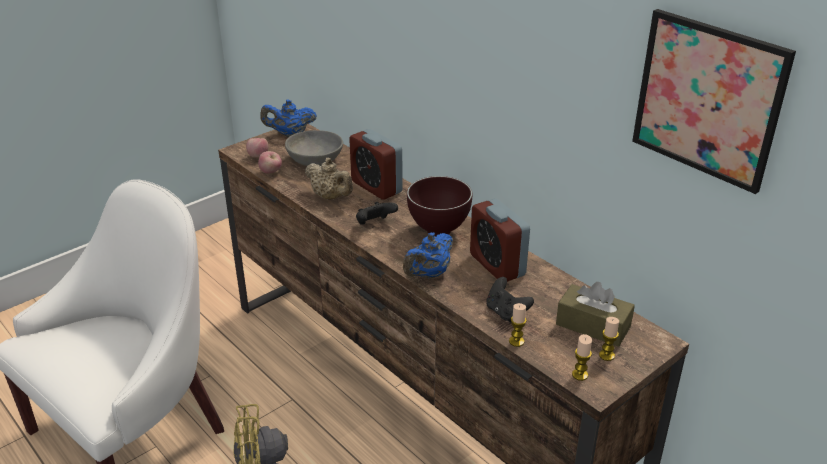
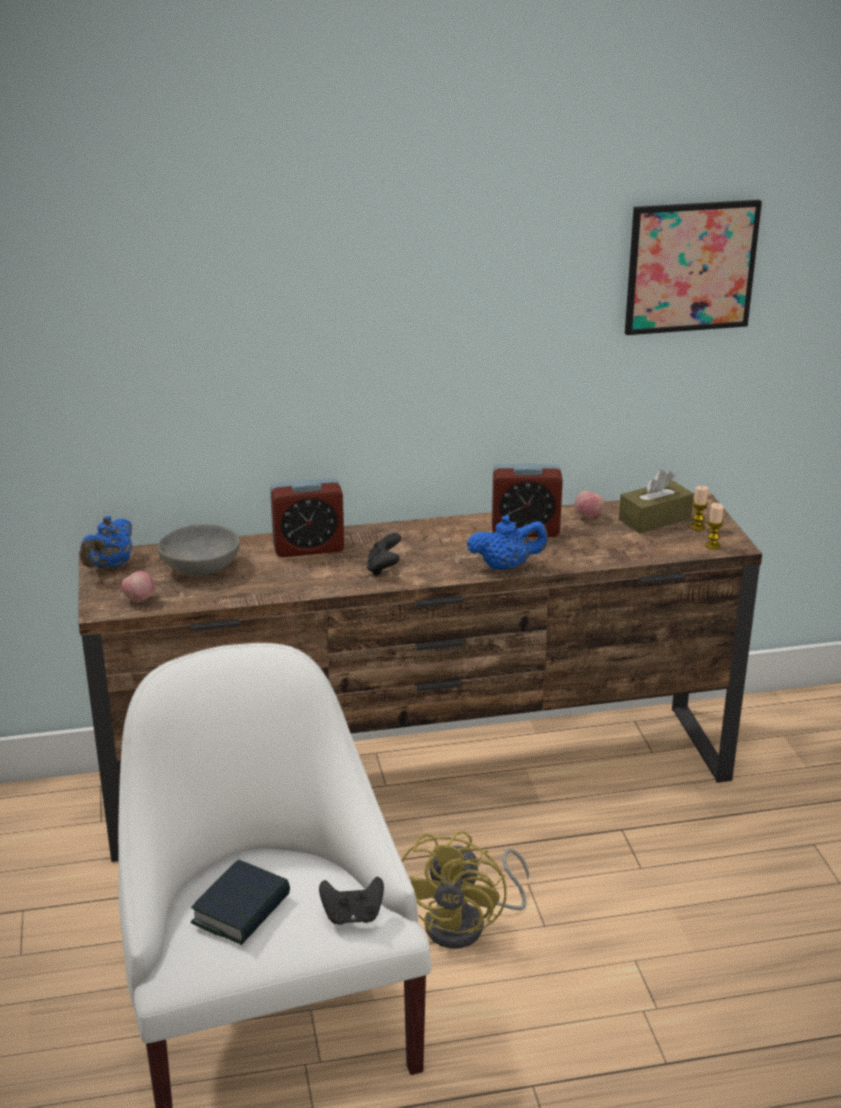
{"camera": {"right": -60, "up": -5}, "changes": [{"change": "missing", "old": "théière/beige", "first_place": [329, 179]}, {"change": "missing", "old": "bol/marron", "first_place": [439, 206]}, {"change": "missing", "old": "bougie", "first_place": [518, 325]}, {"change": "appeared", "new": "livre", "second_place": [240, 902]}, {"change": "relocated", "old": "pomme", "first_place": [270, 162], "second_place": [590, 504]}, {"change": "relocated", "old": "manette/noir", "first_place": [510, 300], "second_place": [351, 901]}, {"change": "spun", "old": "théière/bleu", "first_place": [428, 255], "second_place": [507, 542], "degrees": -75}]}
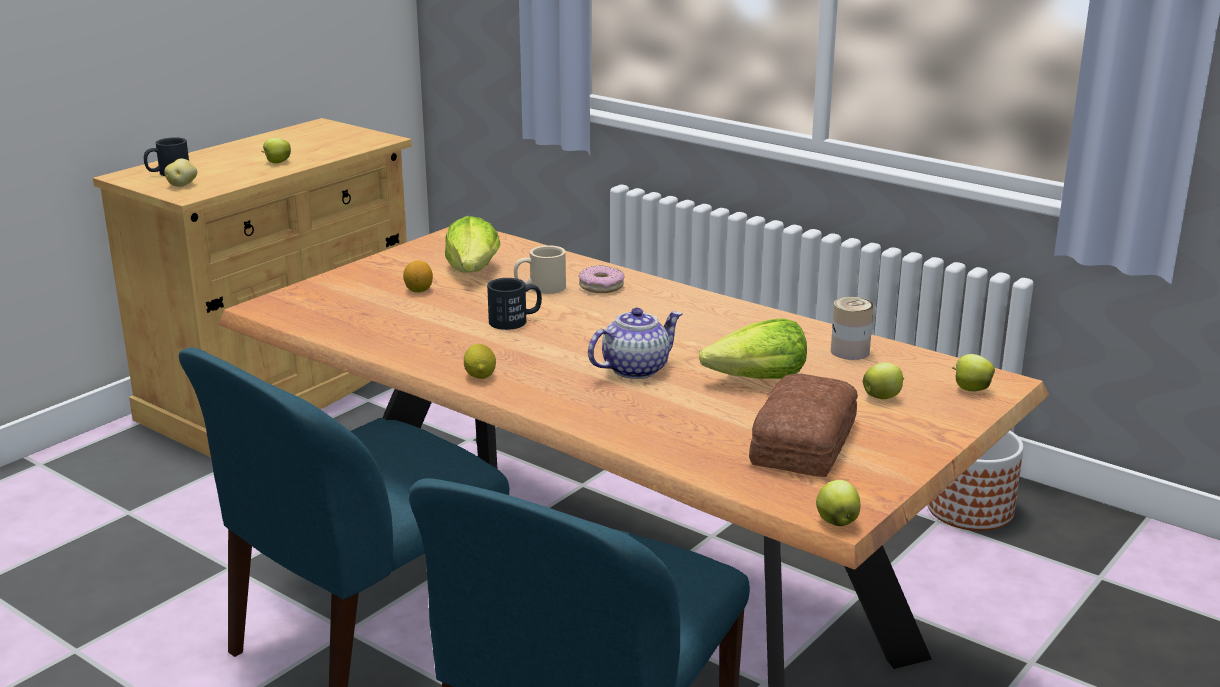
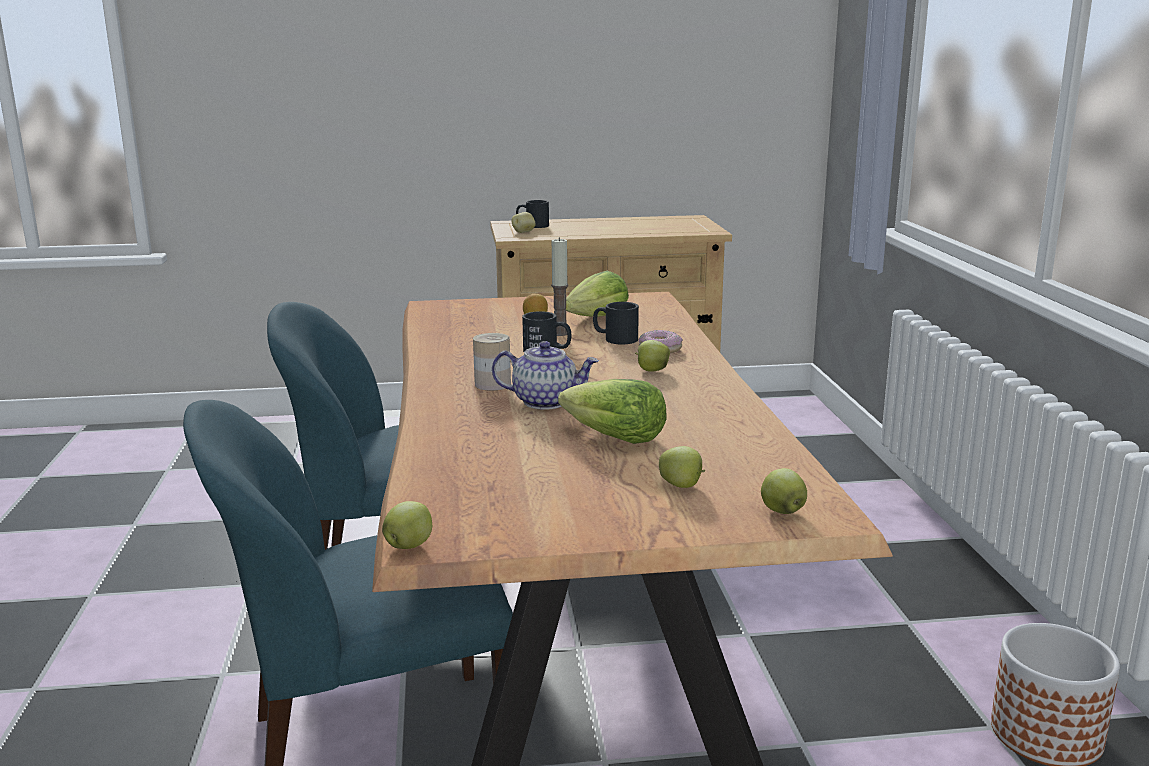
{"camera": {"right": 45, "up": -5}, "changes": [{"change": "missing", "old": "citron", "first_place": [480, 361]}, {"change": "missing", "old": "pain", "first_place": [803, 425]}, {"change": "appeared", "new": "bougie", "second_place": [559, 286]}, {"change": "relocated", "old": "pomme", "first_place": [276, 150], "second_place": [652, 356]}, {"change": "relocated", "old": "boîte métallique", "first_place": [852, 328], "second_place": [492, 362]}, {"change": "colour", "old": "mug/beige", "new": "mug/noir", "first_place": [540, 269], "second_place": [616, 323]}]}
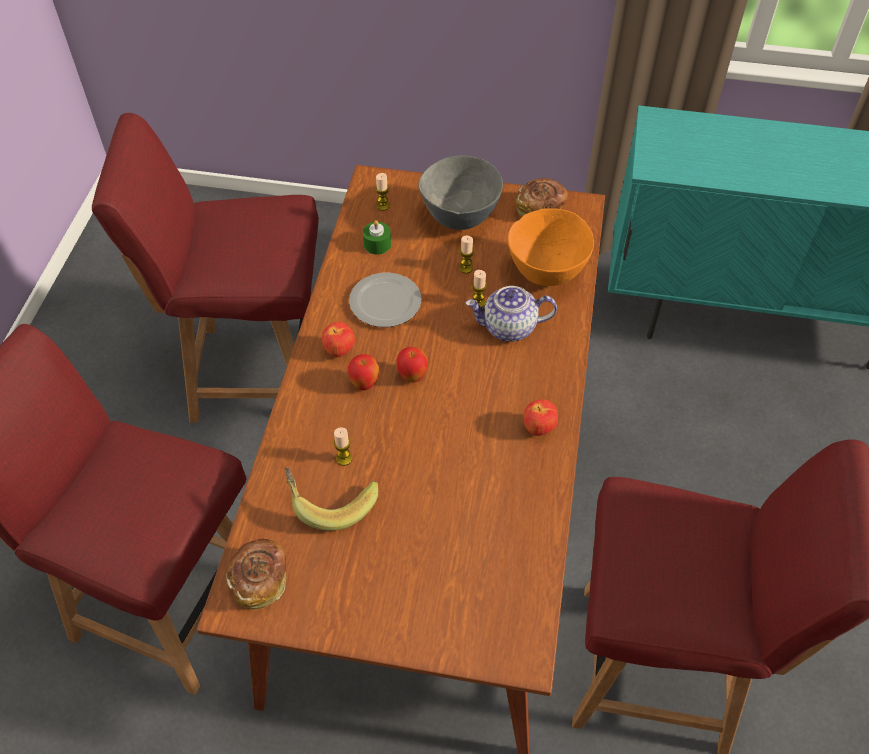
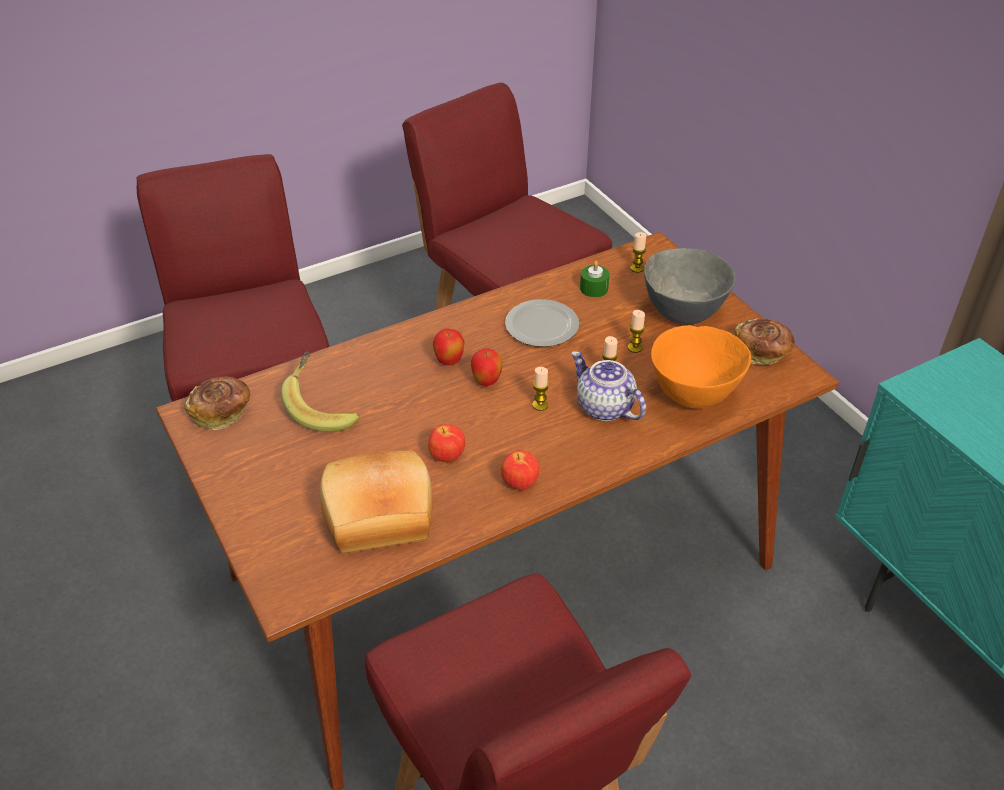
{"camera": {"right": 50, "up": -10}, "changes": [{"change": "appeared", "new": "pain", "second_place": [376, 502]}, {"change": "relocated", "old": "pomme", "first_place": [338, 339], "second_place": [446, 443]}, {"change": "relocated", "old": "bougie", "first_place": [343, 446], "second_place": [540, 389]}]}
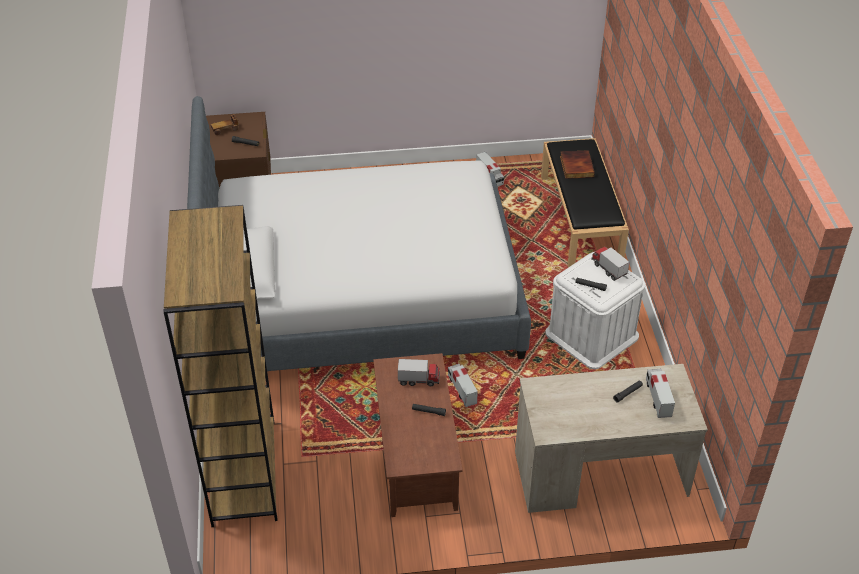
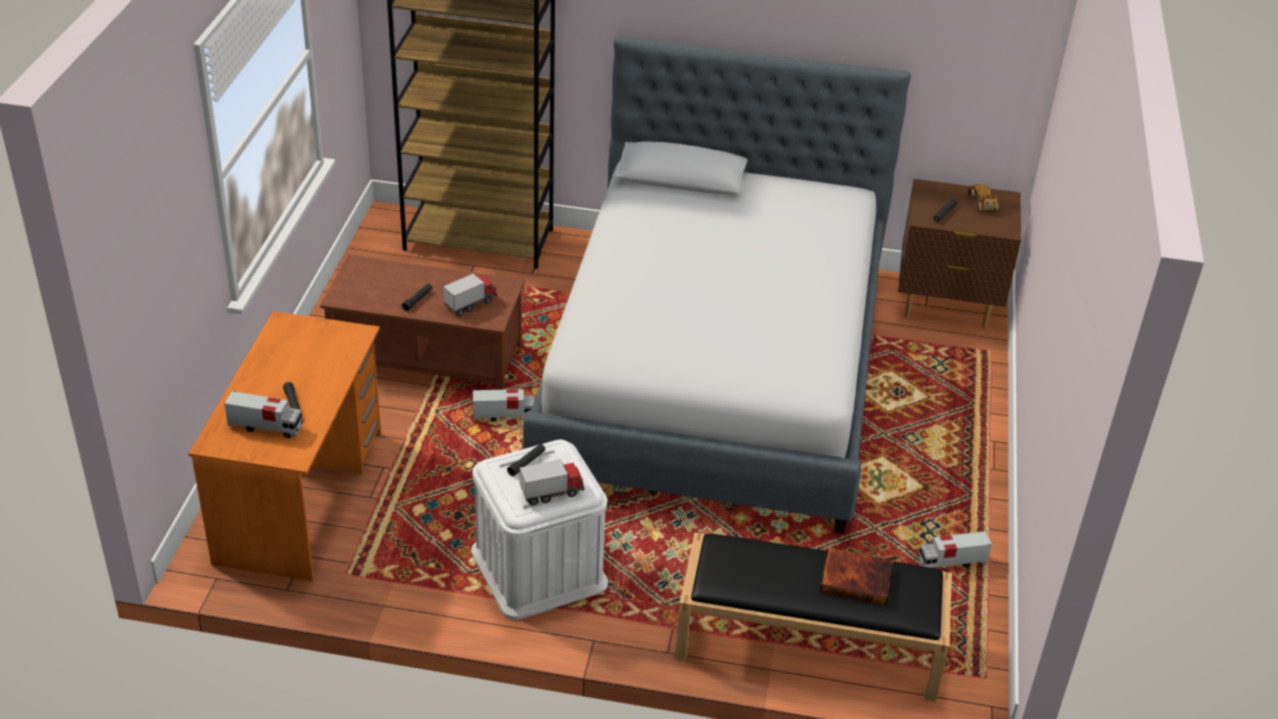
{"camera": {"right": 105, "up": -5}, "changes": [{"change": "colour", "old": "bureau/beige", "new": "bureau/orange", "first_place": [611, 438], "second_place": [284, 446]}, {"change": "spun", "old": "camion jouet", "first_place": [419, 372], "second_place": [470, 295], "degrees": -150}]}
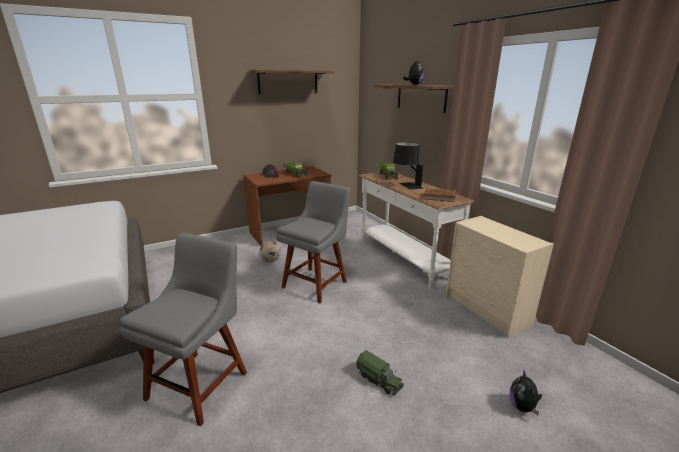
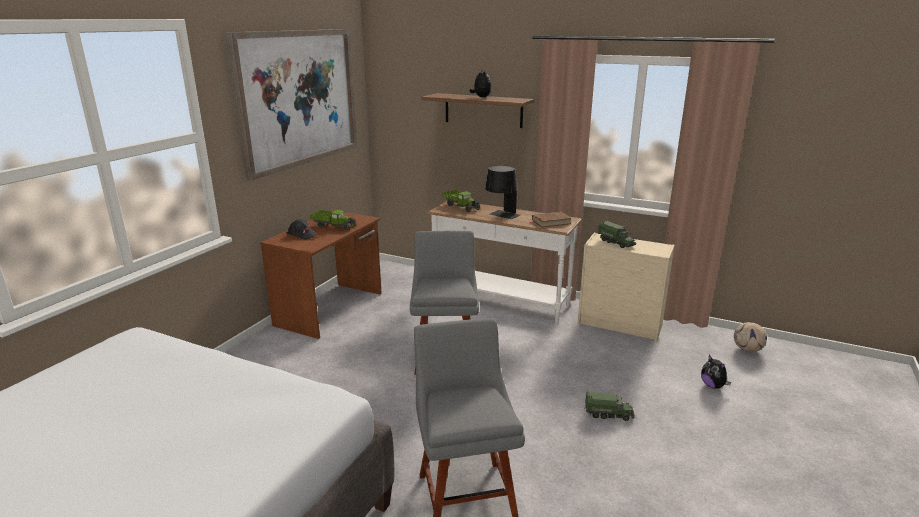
{"camera": {"right": -35, "up": 0}, "changes": [{"change": "appeared", "new": "camion jouet", "second_place": [617, 234]}, {"change": "relocated", "old": "ballon de foot", "first_place": [270, 251], "second_place": [750, 337]}, {"change": "exchanged", "old": "étagère", "new": "tableau", "first_place": [291, 82], "second_place": [290, 104]}]}
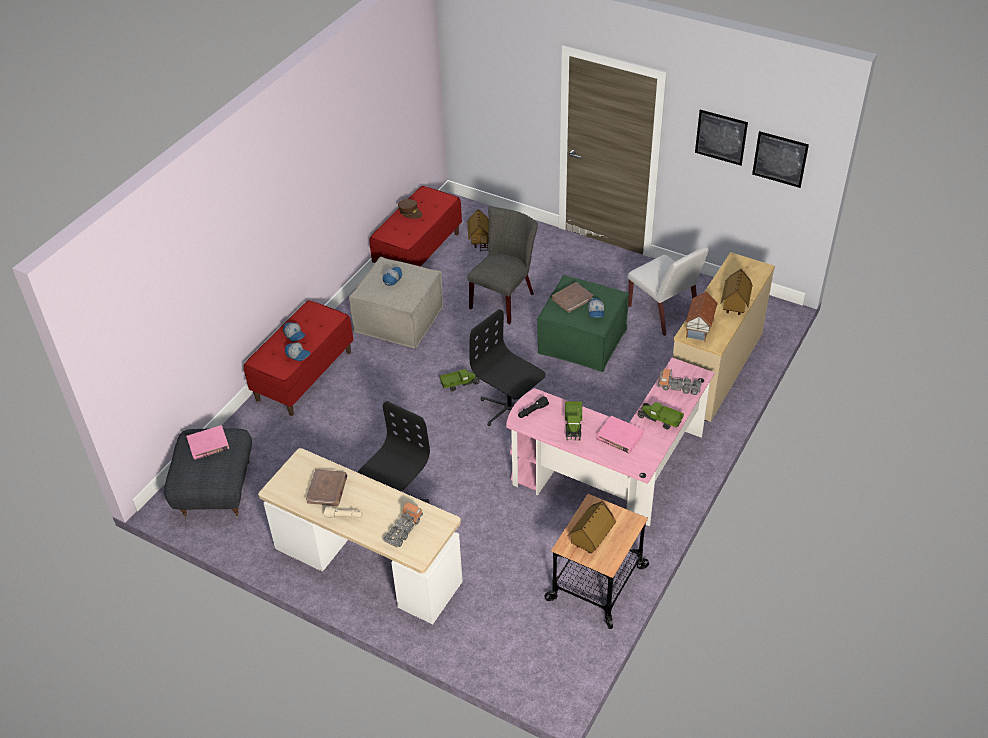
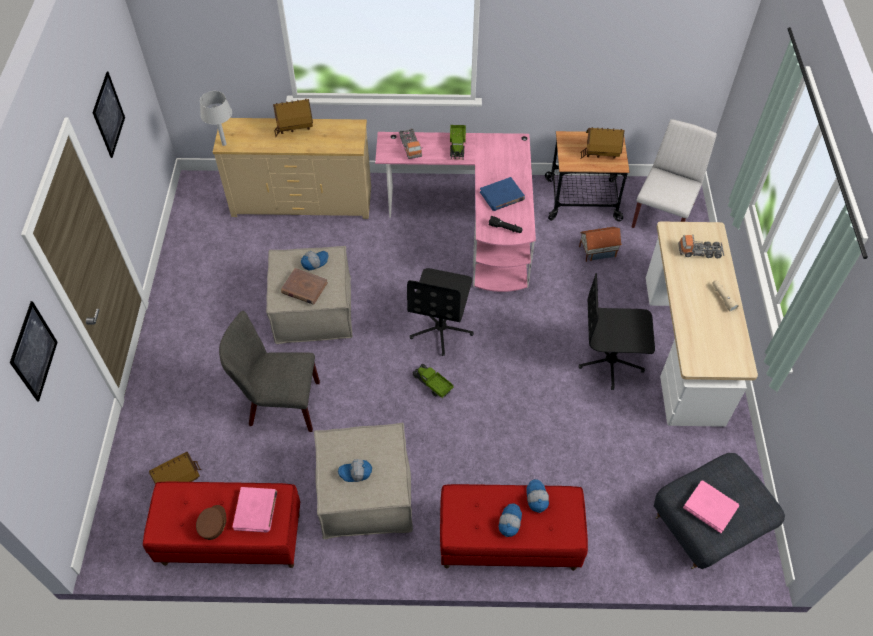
{"camera": {"right": -120, "up": 10}, "changes": [{"change": "missing", "old": "livre/marron", "first_place": [326, 487]}, {"change": "appeared", "new": "lampe de table/gris", "second_place": [216, 118]}, {"change": "relocated", "old": "livre/rose", "first_place": [620, 434], "second_place": [255, 510]}, {"change": "relocated", "old": "chaise/blanc", "first_place": [668, 291], "second_place": [674, 173]}, {"change": "relocated", "old": "maison miniature", "first_place": [701, 316], "second_place": [600, 244]}, {"change": "relocated", "old": "tableau", "first_place": [780, 159], "second_place": [33, 351]}, {"change": "exchanged", "old": "camion jouet", "new": "livre/bleu", "first_place": [574, 420], "second_place": [502, 194]}, {"change": "colour", "old": "pouf/vert", "new": "pouf/beige", "first_place": [583, 323], "second_place": [309, 295]}]}
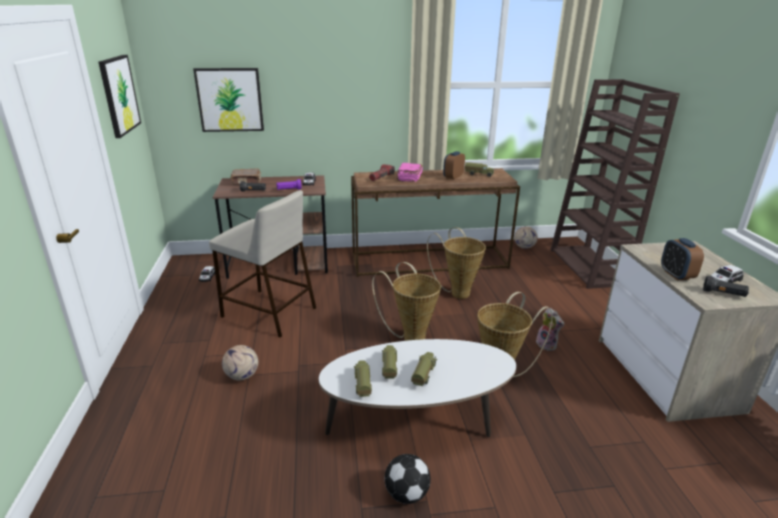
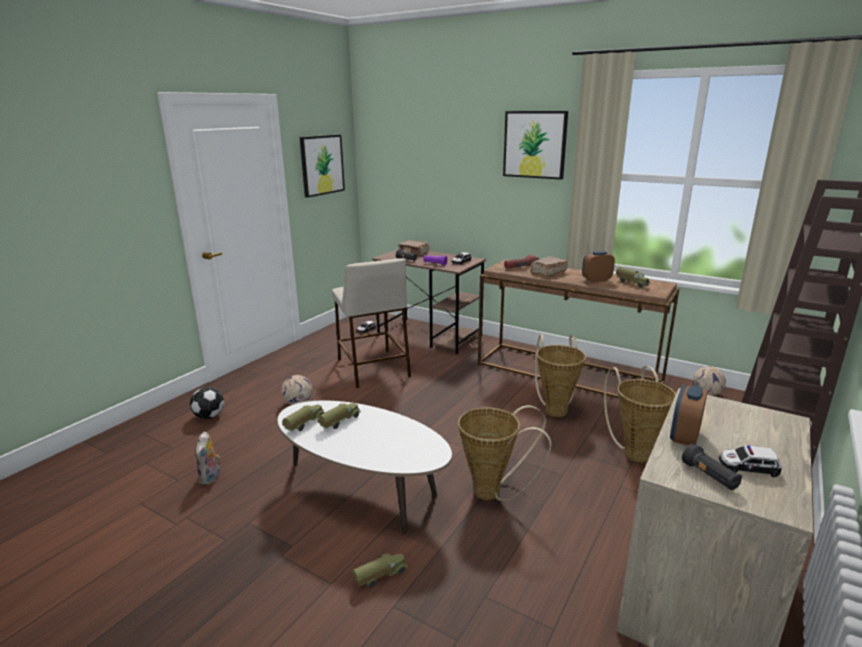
{"camera": {"right": 40, "up": -5}, "changes": [{"change": "relocated", "old": "tableau", "first_place": [228, 100], "second_place": [535, 145]}, {"change": "relocated", "old": "panier", "first_place": [406, 301], "second_place": [640, 414]}, {"change": "relocated", "old": "ballon de foot", "first_place": [408, 479], "second_place": [207, 403]}, {"change": "relocated", "old": "camion jouet", "first_place": [424, 369], "second_place": [380, 570]}, {"change": "relocated", "old": "peluche", "first_place": [550, 329], "second_place": [207, 458]}, {"change": "colour", "old": "livre/rose", "new": "livre/marron", "first_place": [410, 172], "second_place": [549, 266]}]}
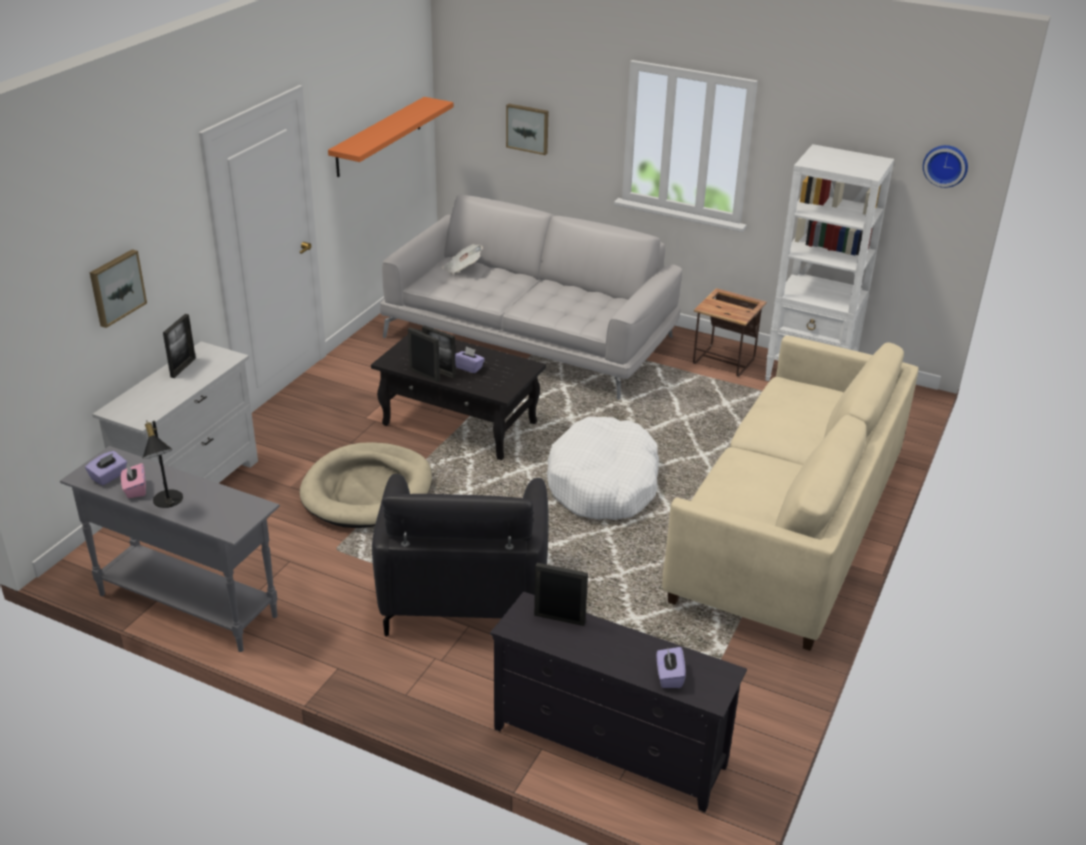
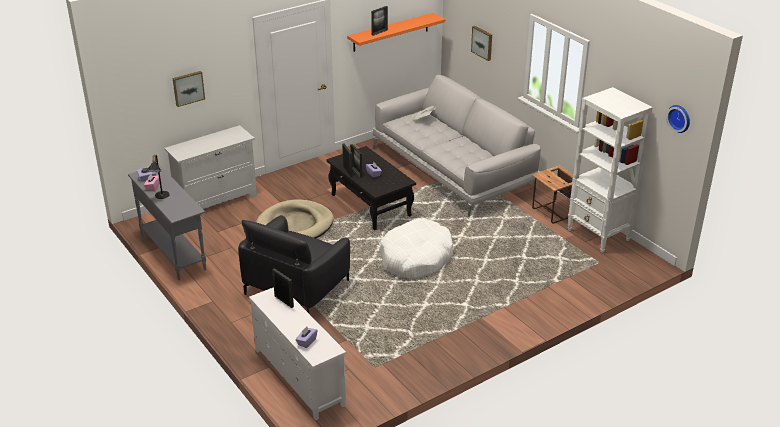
{"camera": {"right": 30, "up": 0}, "changes": [{"change": "missing", "old": "canapé/beige", "first_place": [790, 493]}, {"change": "relocated", "old": "cadre photo", "first_place": [179, 346], "second_place": [379, 21]}, {"change": "colour", "old": "meuble télé/noir", "new": "meuble télé/blanc", "first_place": [618, 701], "second_place": [297, 353]}]}
